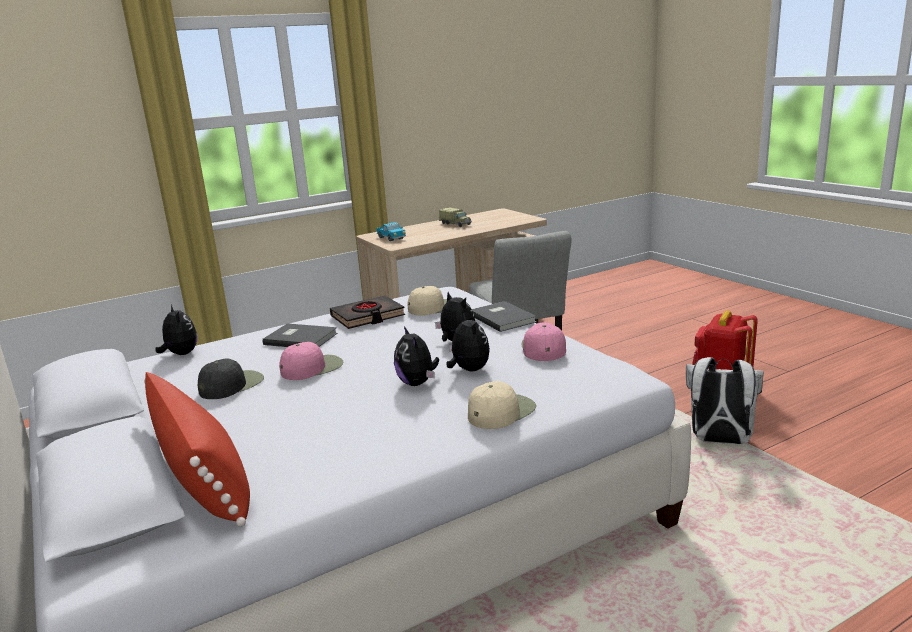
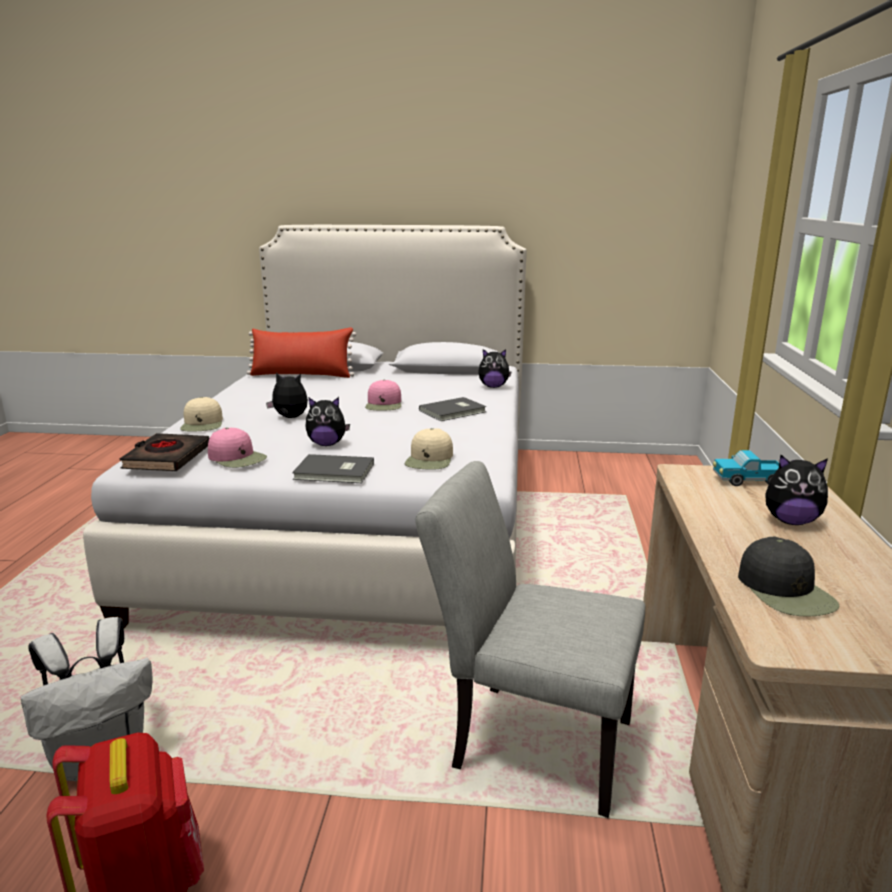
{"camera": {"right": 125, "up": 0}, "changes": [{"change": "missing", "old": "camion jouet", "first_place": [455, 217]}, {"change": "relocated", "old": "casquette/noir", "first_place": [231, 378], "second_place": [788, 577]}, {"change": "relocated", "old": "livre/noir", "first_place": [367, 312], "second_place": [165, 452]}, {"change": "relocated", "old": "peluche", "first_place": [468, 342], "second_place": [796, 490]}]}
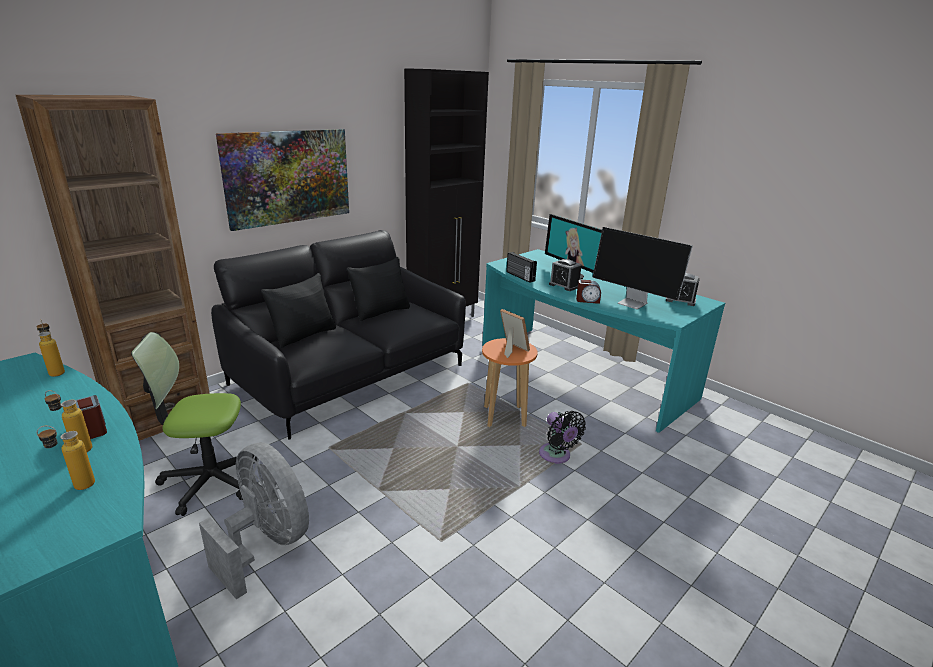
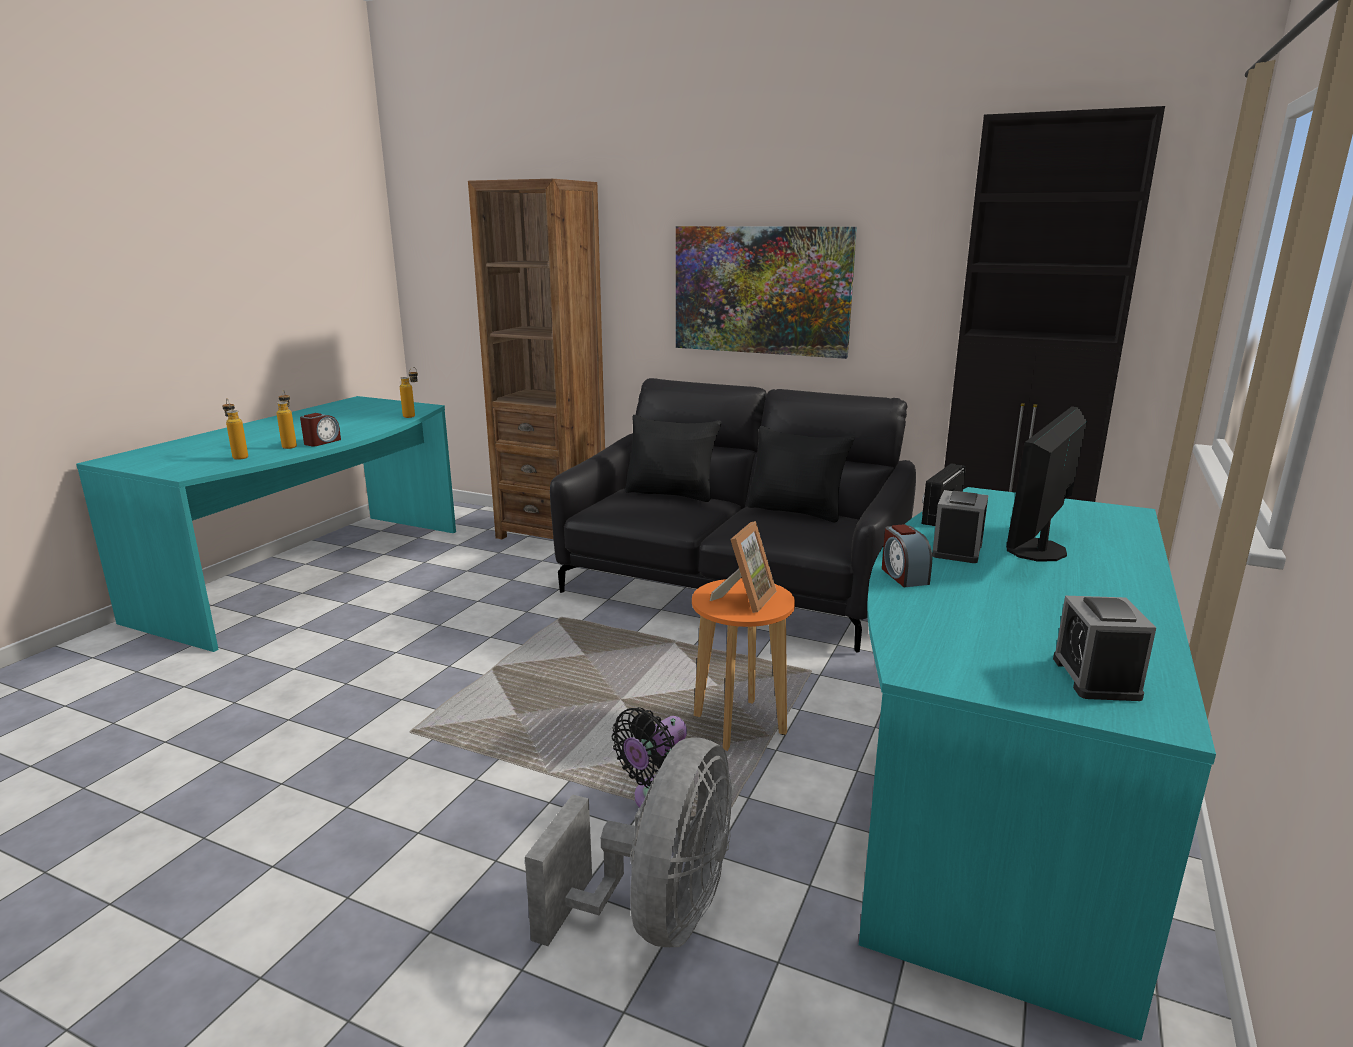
{"camera": {"right": 70, "up": -5}, "changes": [{"change": "missing", "old": "chaise de bureau", "first_place": [194, 424]}, {"change": "missing", "old": "écran d'ordinateur", "first_place": [643, 268]}, {"change": "relocated", "old": "ventilateur/gris", "first_place": [254, 521], "second_place": [628, 842]}]}
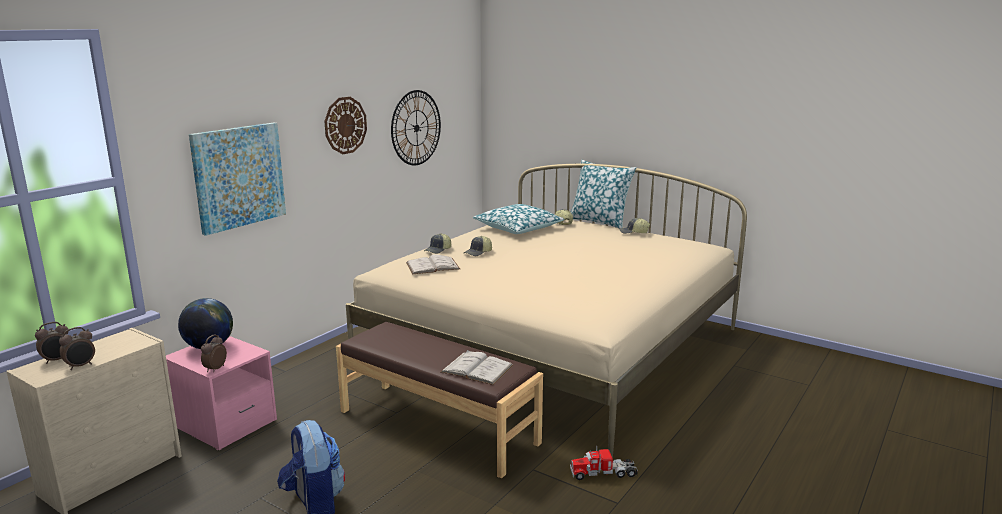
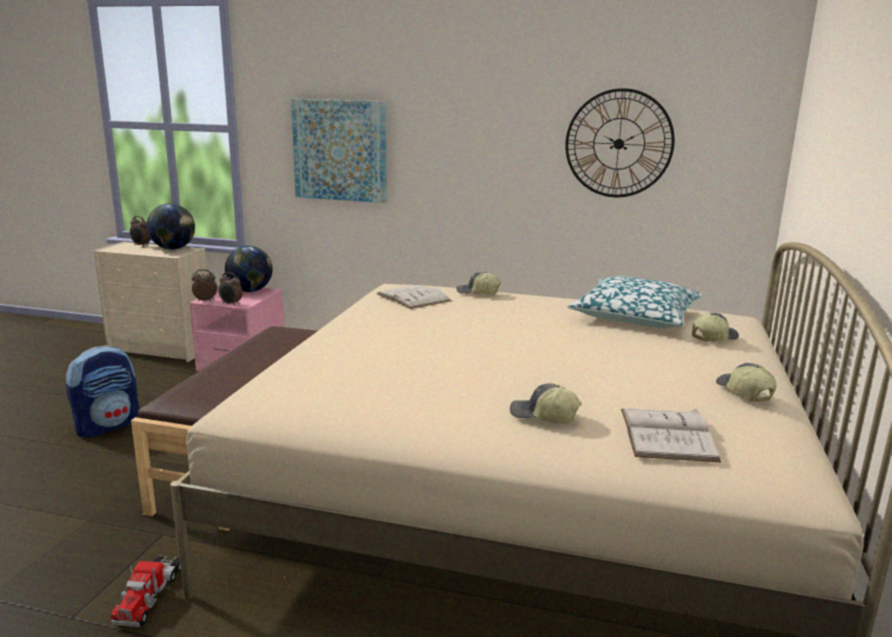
{"camera": {"right": 70, "up": 0}, "changes": [{"change": "missing", "old": "horloge murale", "first_place": [345, 125]}, {"change": "missing", "old": "coussin", "first_place": [604, 194]}, {"change": "appeared", "new": "globe", "second_place": [171, 226]}, {"change": "relocated", "old": "réveil", "first_place": [77, 348], "second_place": [230, 289]}, {"change": "relocated", "old": "livre/blanc", "first_place": [476, 367], "second_place": [671, 435]}, {"change": "relocated", "old": "casquette", "first_place": [478, 246], "second_place": [546, 403]}, {"change": "spun", "old": "camion jouet", "first_place": [604, 462], "second_place": [146, 591], "degrees": -150}]}
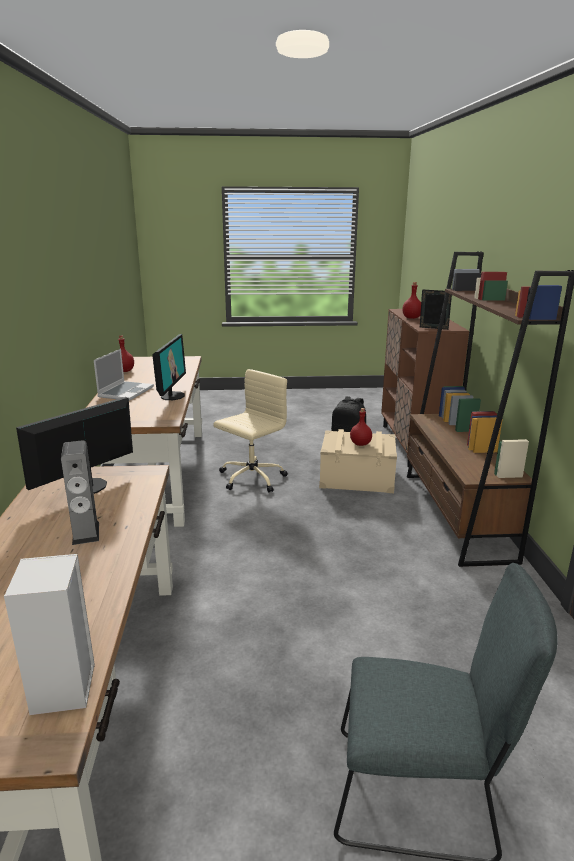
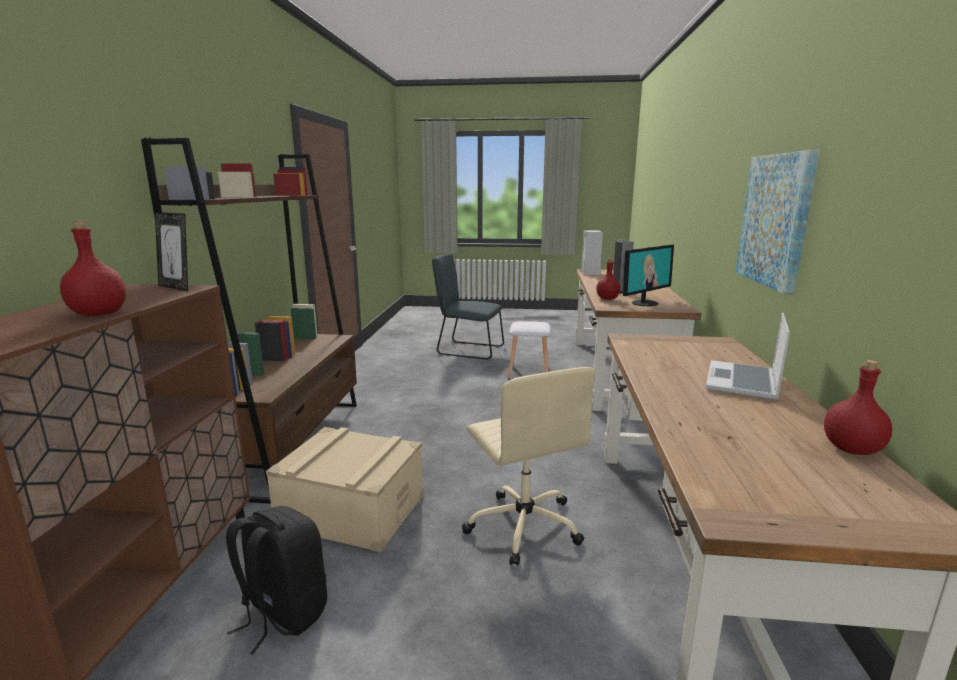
{"camera": {"right": -170, "up": -5}, "changes": [{"change": "missing", "old": "écran d'ordinateur", "first_place": [169, 367]}, {"change": "appeared", "new": "tabouret/blanc", "second_place": [529, 350]}, {"change": "appeared", "new": "tableau", "second_place": [777, 222]}, {"change": "relocated", "old": "bouteille/rouge", "first_place": [361, 427], "second_place": [608, 279]}, {"change": "spun", "old": "chaise de bureau/beige", "first_place": [250, 430], "second_place": [529, 466], "degrees": -75}]}
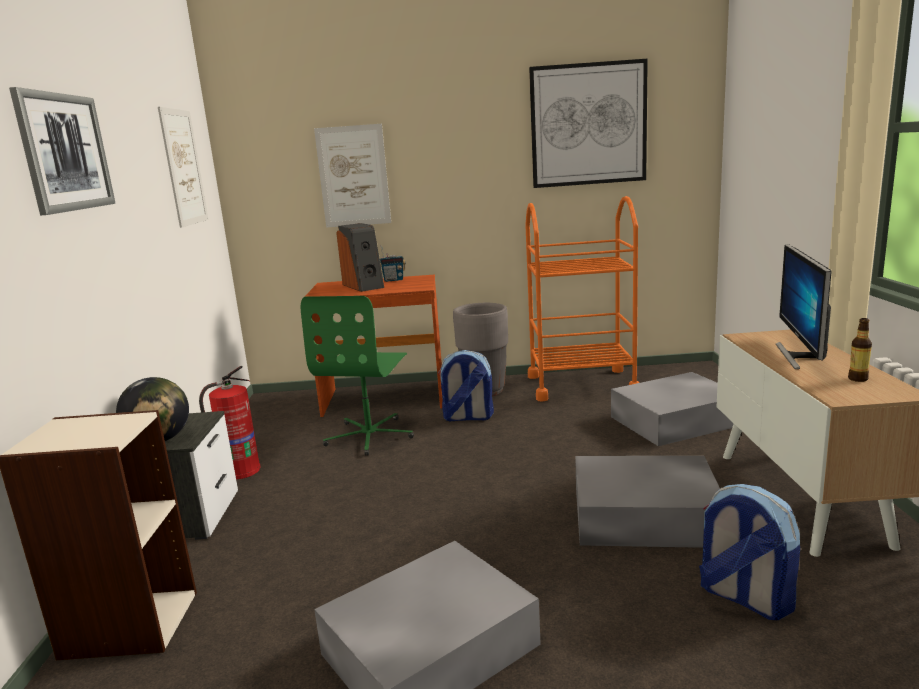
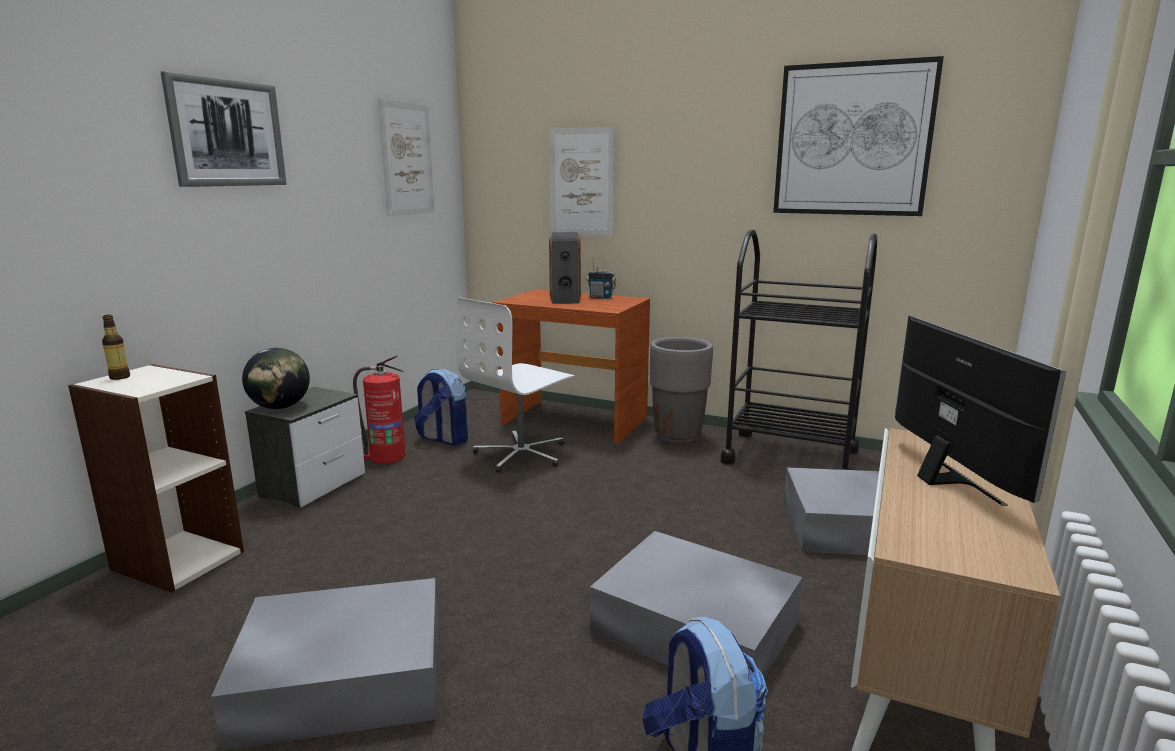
{"camera": {"right": 25, "up": 0}, "changes": [{"change": "relocated", "old": "sac à dos", "first_place": [466, 385], "second_place": [441, 407]}, {"change": "relocated", "old": "bouteille", "first_place": [860, 350], "second_place": [116, 347]}, {"change": "colour", "old": "chaise de bureau/vert", "new": "chaise de bureau/blanc", "first_place": [357, 376], "second_place": [515, 385]}, {"change": "colour", "old": "chariot/orange", "new": "chariot/noir", "first_place": [582, 298], "second_place": [798, 349]}, {"change": "spun", "old": "écran d'ordinateur", "first_place": [804, 306], "second_place": [980, 411], "degrees": 135}]}
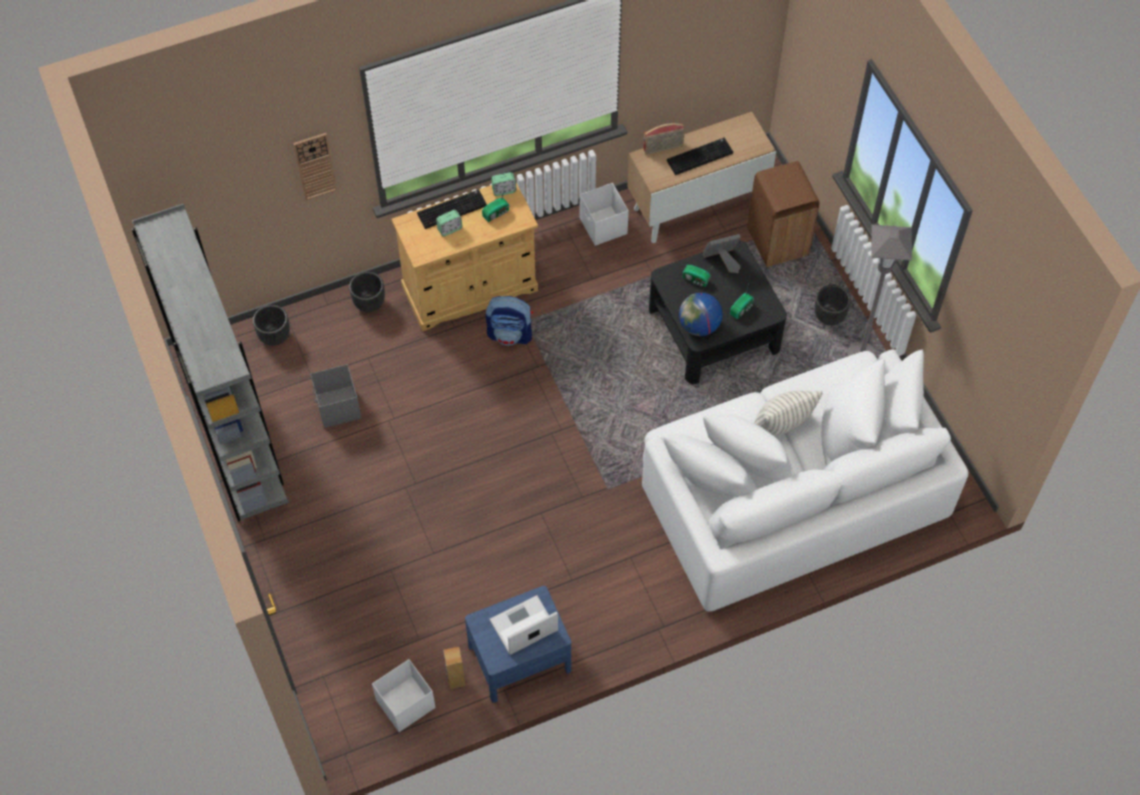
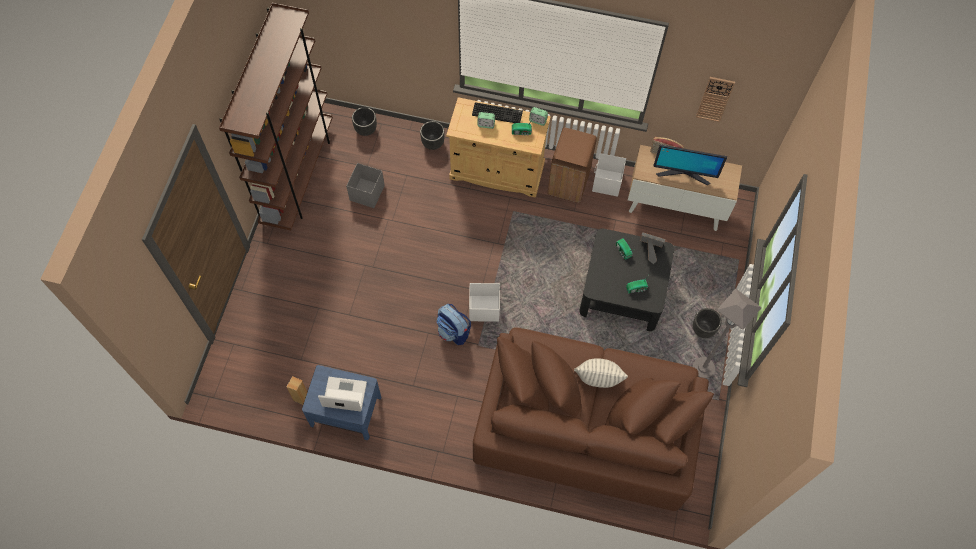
{"camera": {"right": 35, "up": 5}, "changes": [{"change": "missing", "old": "globe", "first_place": [701, 314]}, {"change": "relocated", "old": "horloge murale", "first_place": [315, 167], "second_place": [715, 99]}, {"change": "relocated", "old": "boîte de rangement/blanc", "first_place": [403, 695], "second_place": [484, 302]}, {"change": "relocated", "old": "sac à dos", "first_place": [509, 321], "second_place": [454, 324]}, {"change": "relocated", "old": "poubelle/marron", "first_place": [783, 214], "second_place": [572, 165]}, {"change": "exchanged", "old": "clavier", "new": "écran d'ordinateur", "first_place": [700, 156], "second_place": [690, 164]}, {"change": "colour", "old": "bibliothèque/gris", "new": "bibliothèque/marron", "first_place": [210, 362], "second_place": [276, 116]}, {"change": "colour", "old": "canapé/blanc", "new": "canapé/marron", "first_place": [805, 480], "second_place": [593, 419]}]}
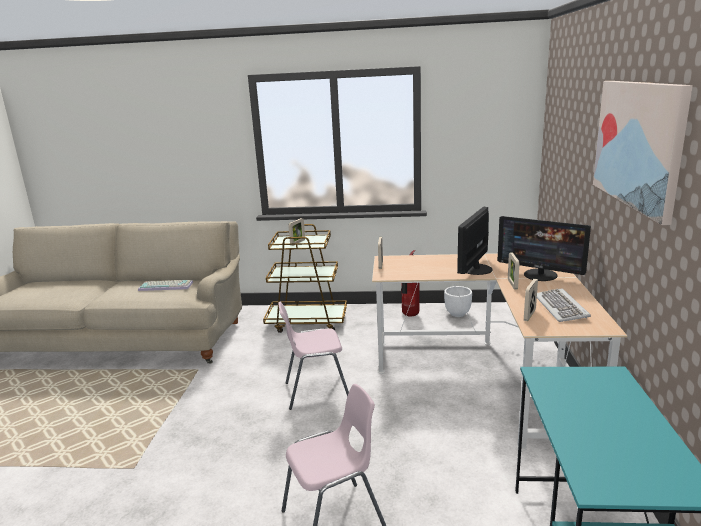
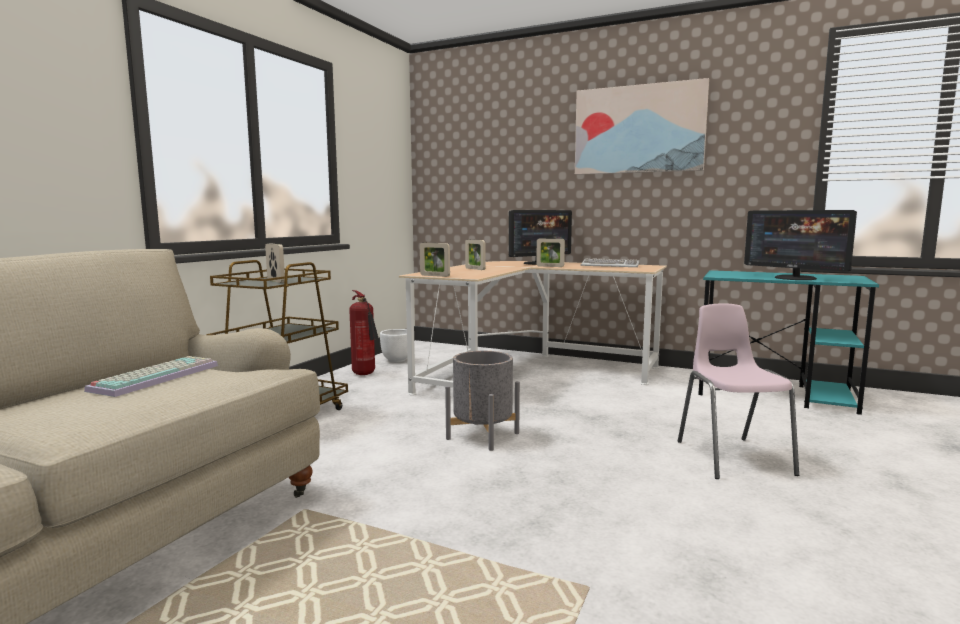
{"camera": {"right": -70, "up": -10}, "changes": [{"change": "relocated", "old": "écran d'ordinateur", "first_place": [474, 240], "second_place": [800, 245]}, {"change": "relocated", "old": "cadre photo", "first_place": [531, 300], "second_place": [475, 254]}, {"change": "exchanged", "old": "chaise/rose", "new": "cache-pot/gris", "first_place": [313, 356], "second_place": [482, 401]}]}
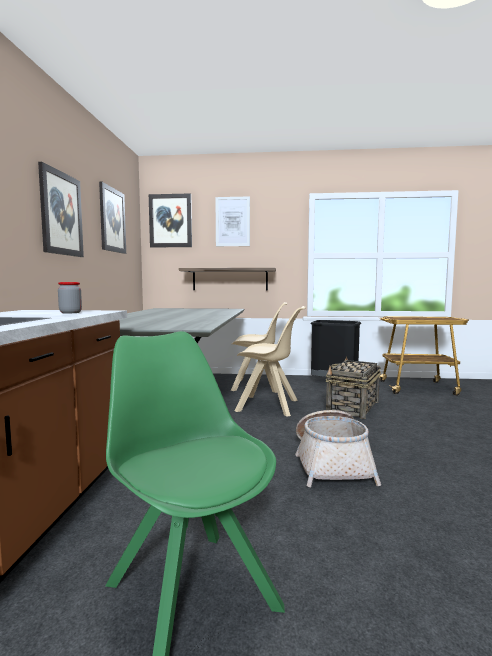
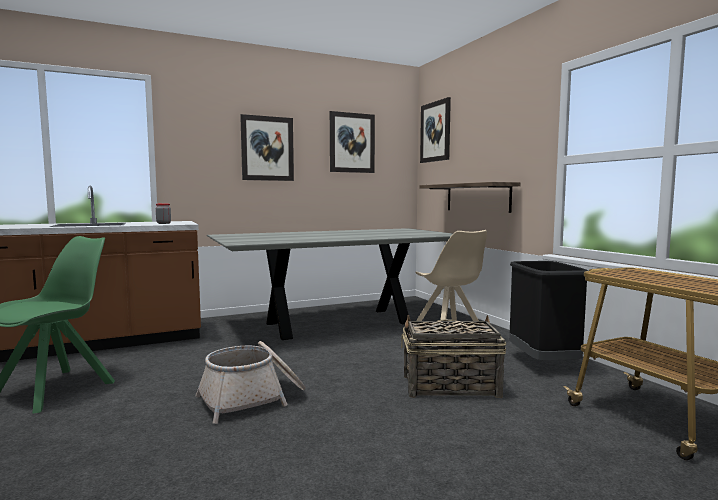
{"camera": {"right": 60, "up": 0}, "changes": [{"change": "missing", "old": "tableau", "first_place": [232, 221]}, {"change": "missing", "old": "chaise/beige", "first_place": [270, 361]}]}
